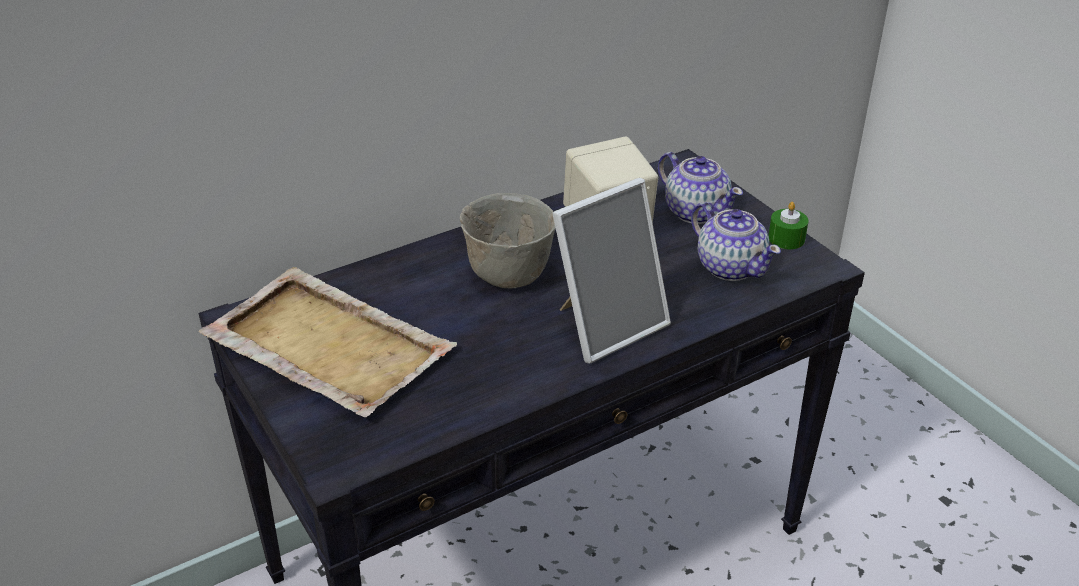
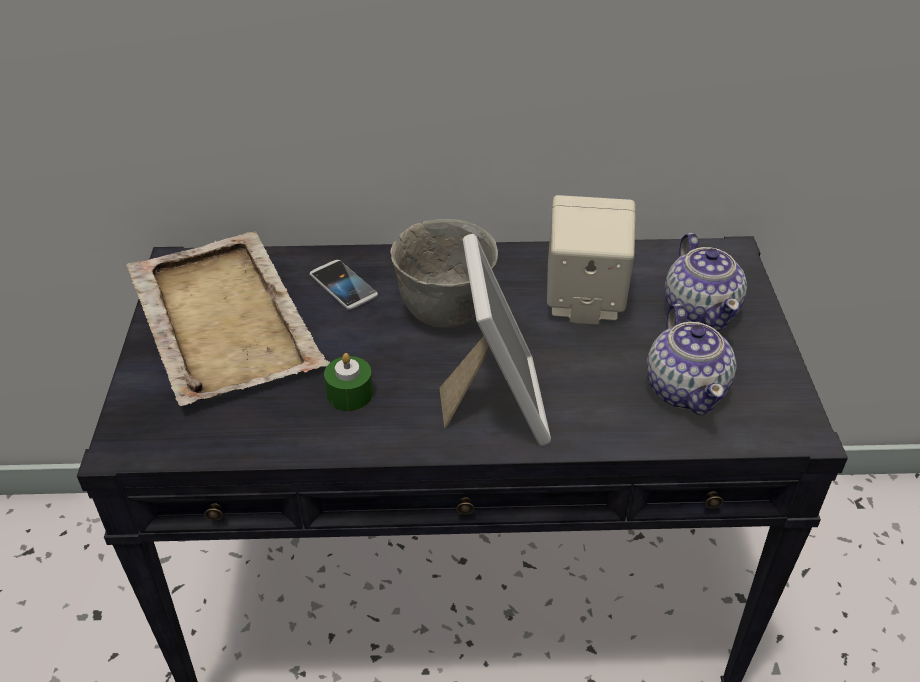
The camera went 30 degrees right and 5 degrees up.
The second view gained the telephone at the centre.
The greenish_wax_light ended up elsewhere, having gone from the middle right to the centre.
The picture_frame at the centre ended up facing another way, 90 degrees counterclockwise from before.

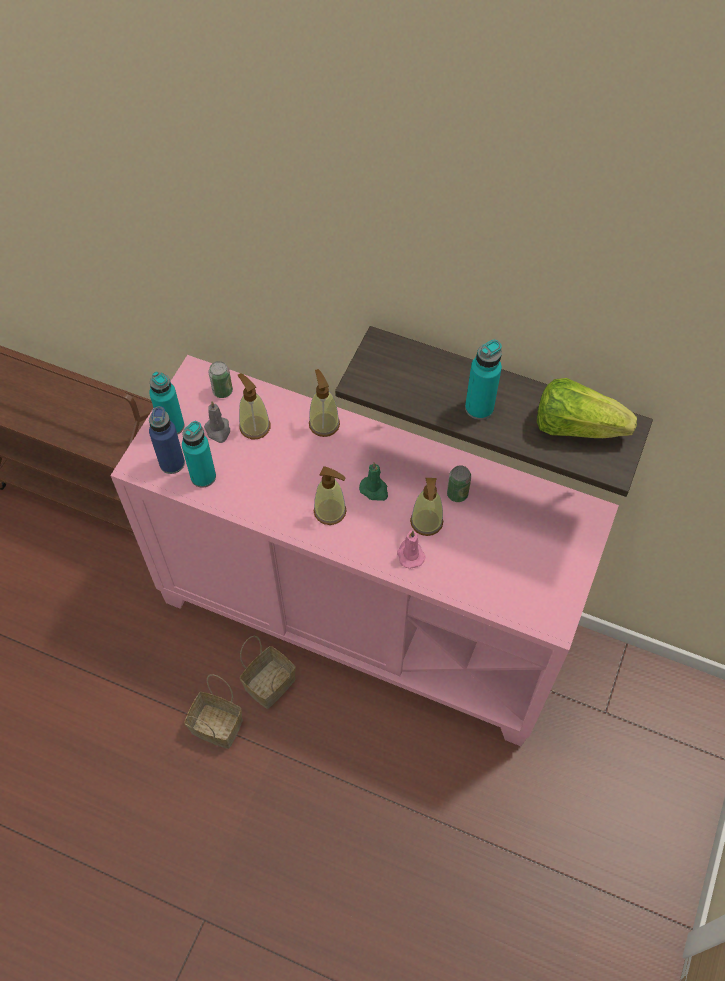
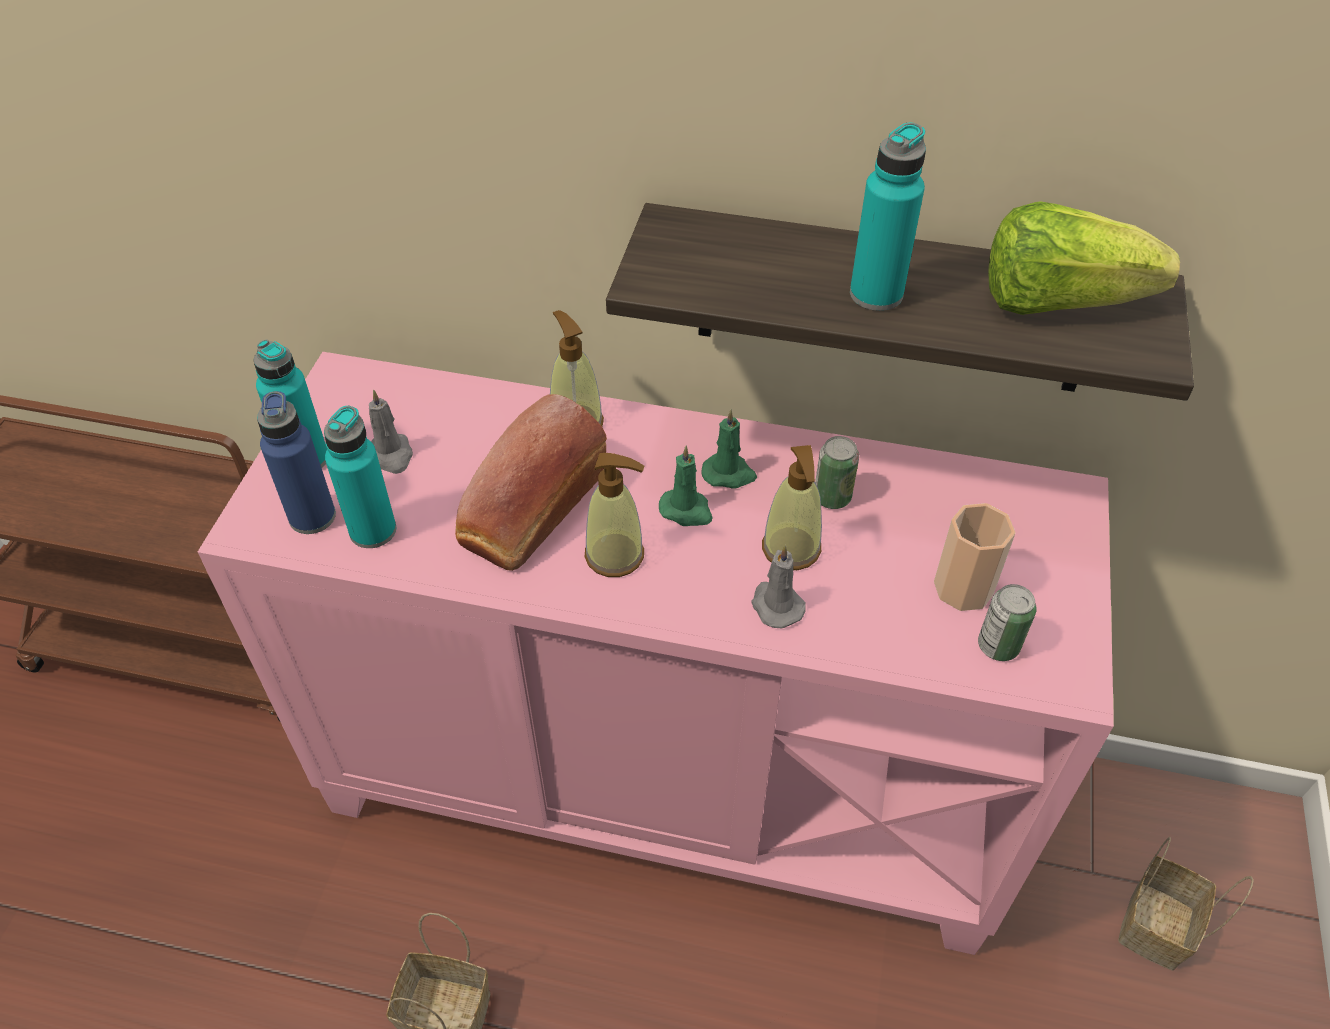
The camera went 10 degrees left and 10 degrees down.
The second view gained the baked_bread at the centre.
The second view gained the greenish_wax_light (no. 2 from left) at the centre.
What was the pinkish_wax_light at the centre turned into the gray_wax_light (no. 2 from left) at the centre.
The second view gained the drinking_cup at the middle right.
The sealed_can (no. 1 from left in the first image) ended up elsewhere, having gone from the middle left to the middle right.
The household_basket (no. 2 from left) ended up elsewhere, having gone from the bottom centre to the bottom right.
The second view lost the soap_bottle (no. 1 from left) at the centre.

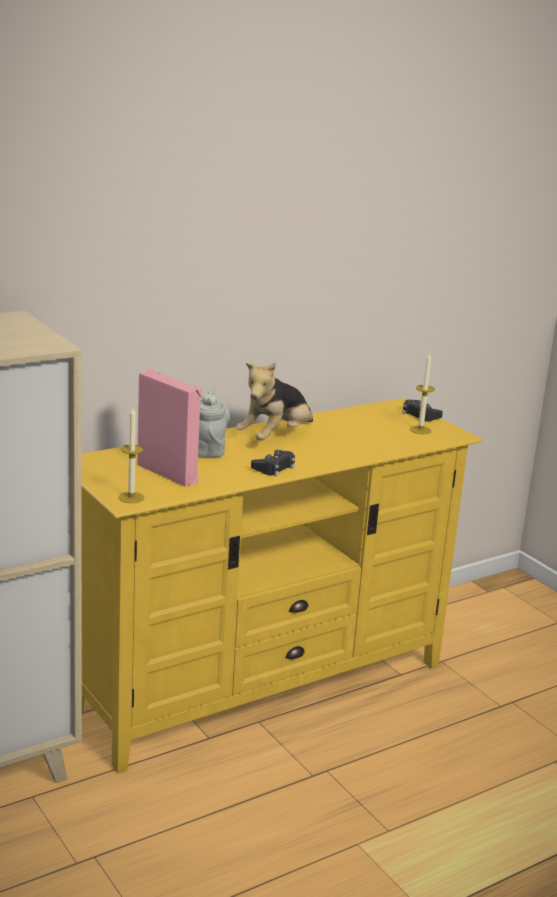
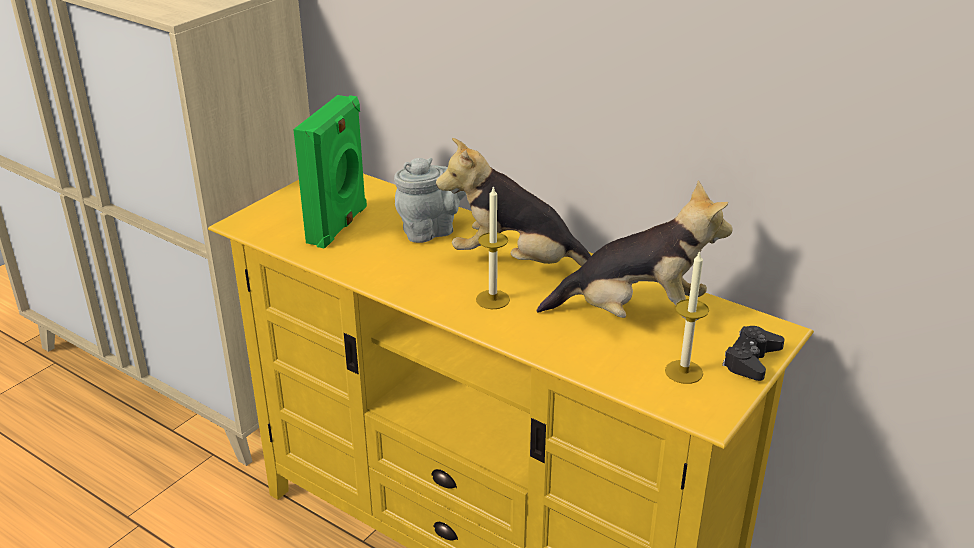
The camera went 70 degrees right and 10 degrees up.
What was the pinkish_speaker at the middle left turned into the greenish_speaker at the top centre.
The wax_light (no. 1 from left) ended up elsewhere, having gone from the middle left to the centre.
The second view gained the soft_toy (no. 2 from left) at the centre.
The second view lost the black-coloured_gamepad (no. 1 from left) at the centre.

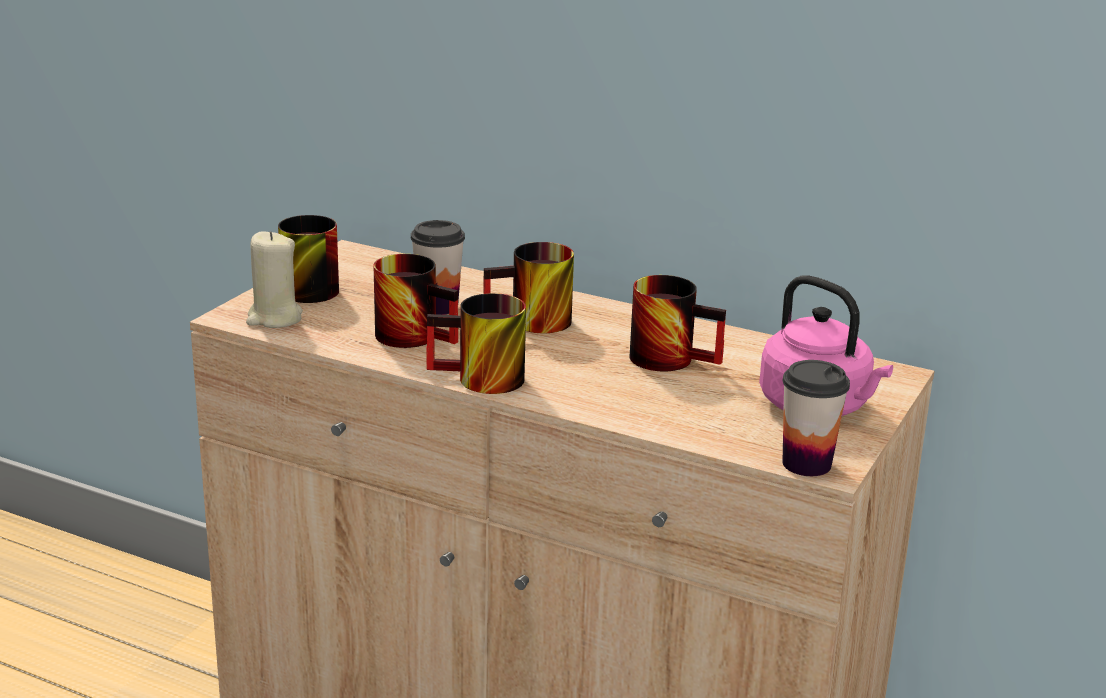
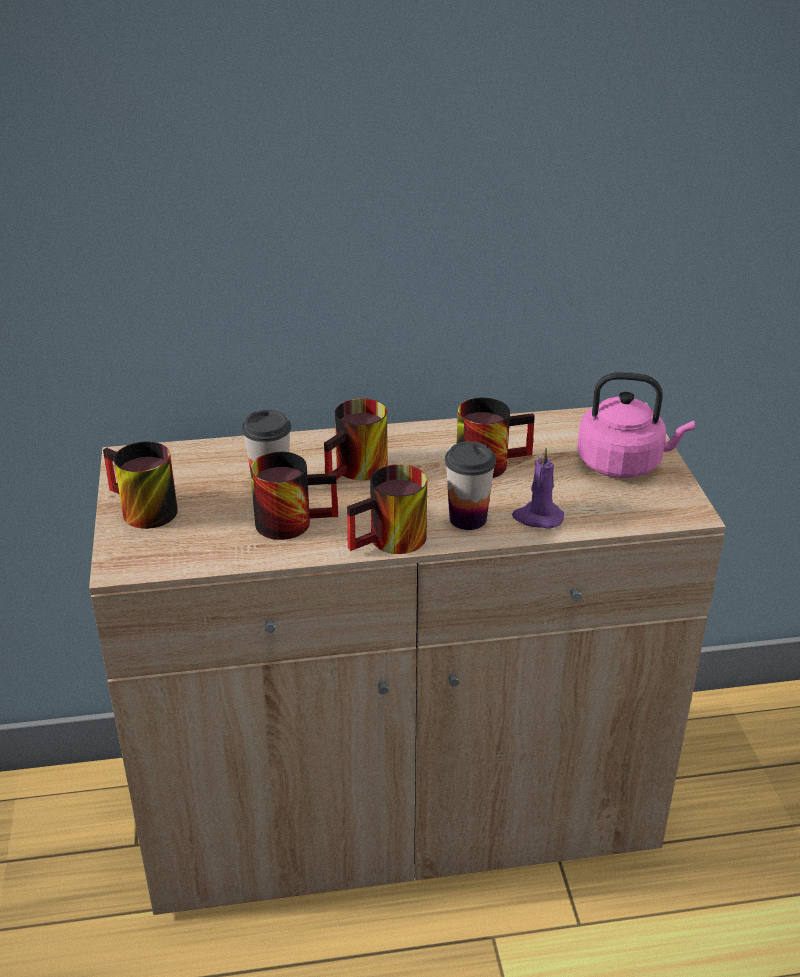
The camera went 35 degrees left and 10 degrees up.
The drinking_cup (no. 2 from left) ended up elsewhere, having gone from the middle right to the centre.
The second view gained the purple_wax_light at the middle right.
The second view lost the sand-coloured_wax_light at the middle left.

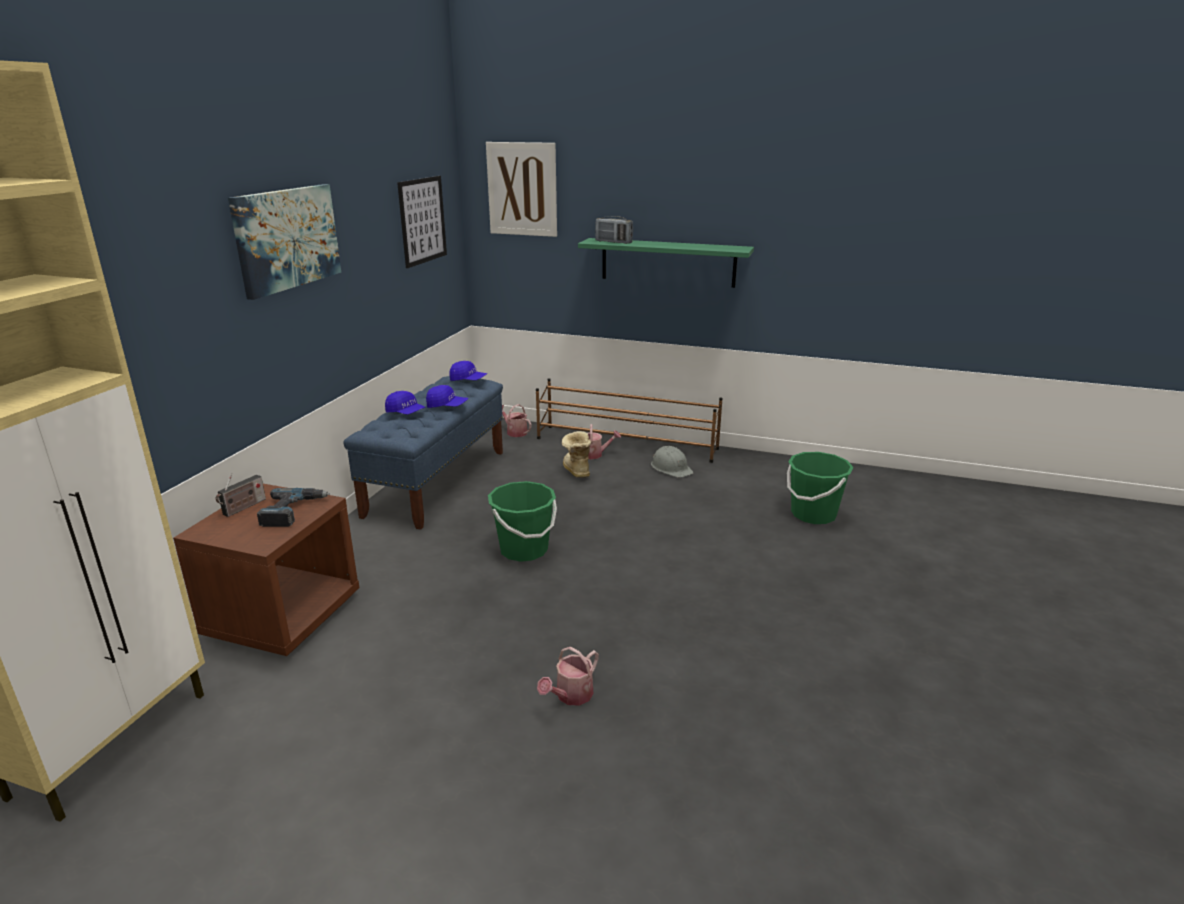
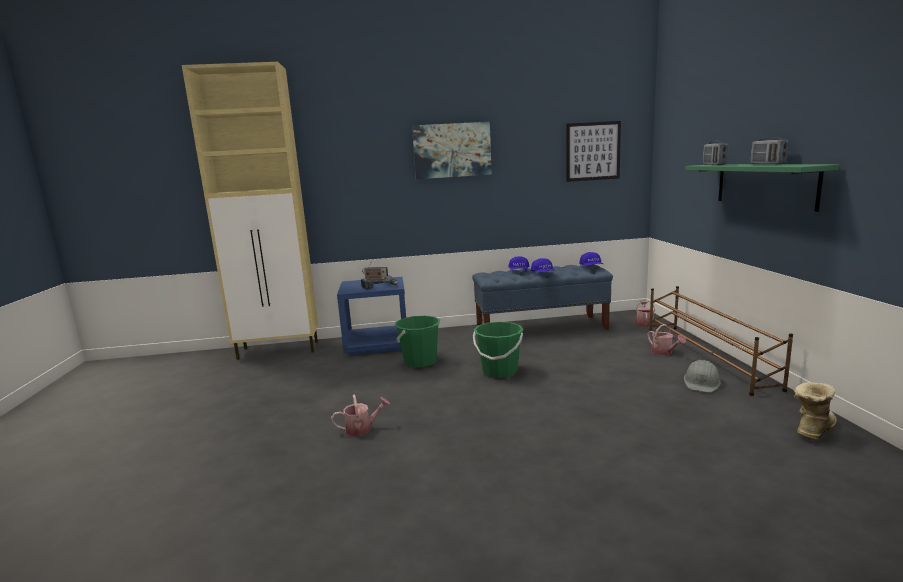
The camera went 65 degrees right and 10 degrees down.
The watering_pot (no. 2 from left in the first image) at the bottom centre ended up facing another way, 150 degrees clockwise from before.
What was the brownish_night_table at the middle left turned into the blue-coloured_night_table at the centre.
The greenish_bucket (no. 2 from left in the first image) ended up elsewhere, having gone from the middle right to the centre.
The second view gained the radio (no. 3 from left) at the top right.
The high-top_boot ended up elsewhere, having gone from the centre to the bottom right.
The second view lost the wall_picture (no. 3 from left) at the top centre.

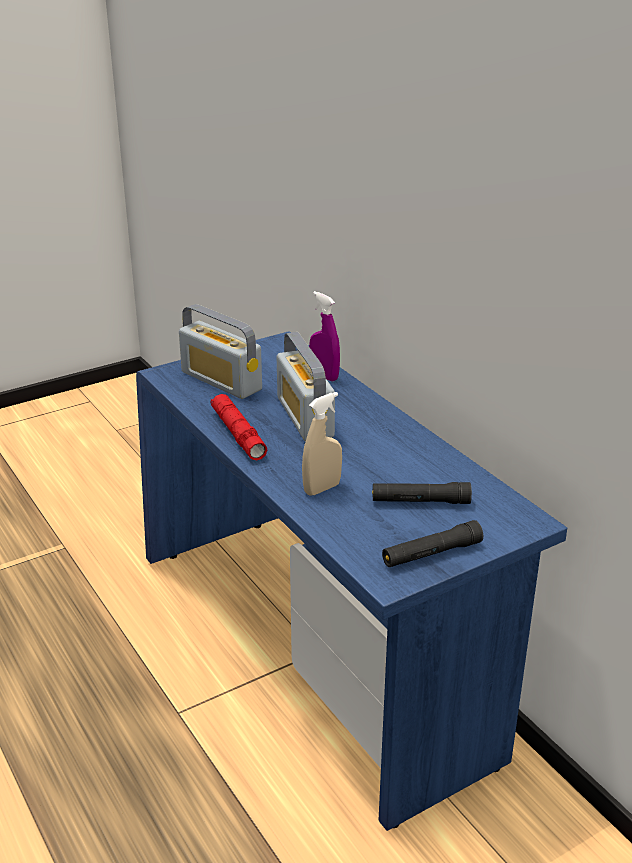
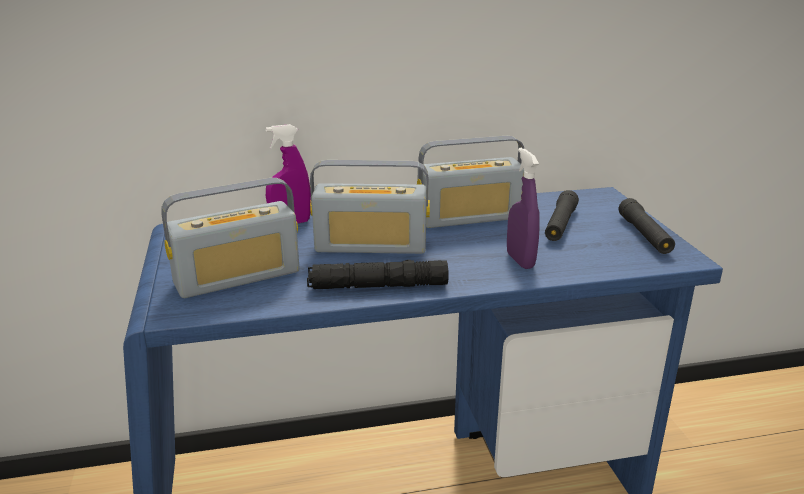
The camera went 70 degrees left and 5 degrees down.
What was the red-coloured_torch at the centre turned into the black-coloured_torch (no. 1 from left) at the centre.
The second view gained the radio (no. 3 from left) at the centre.
What was the sand-coloured_sprayer at the centre turned into the purple_sprayer (no. 2 from left) at the centre.

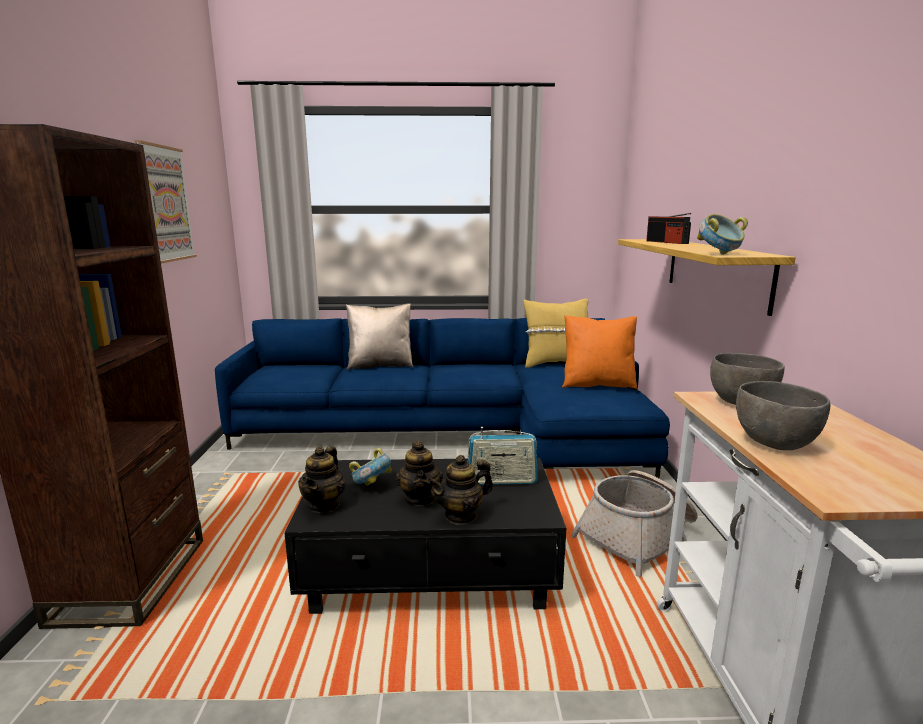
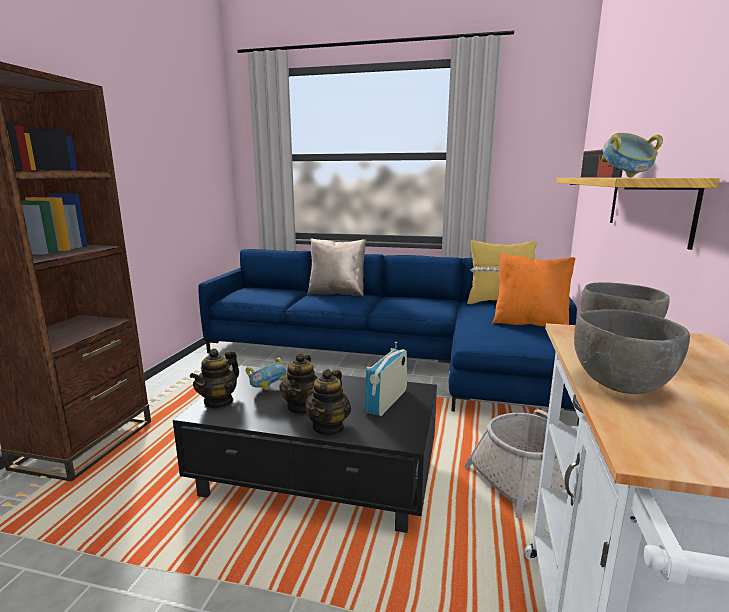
The camera went 15 degrees right and 0 degrees up.
The teapot (no. 3 from left) at the bottom centre ended up facing another way, 60 degrees counterclockwise from before.
The radio (no. 1 from left) at the centre ended up facing another way, 105 degrees clockwise from before.
The second view lost the wall_picture at the top left.

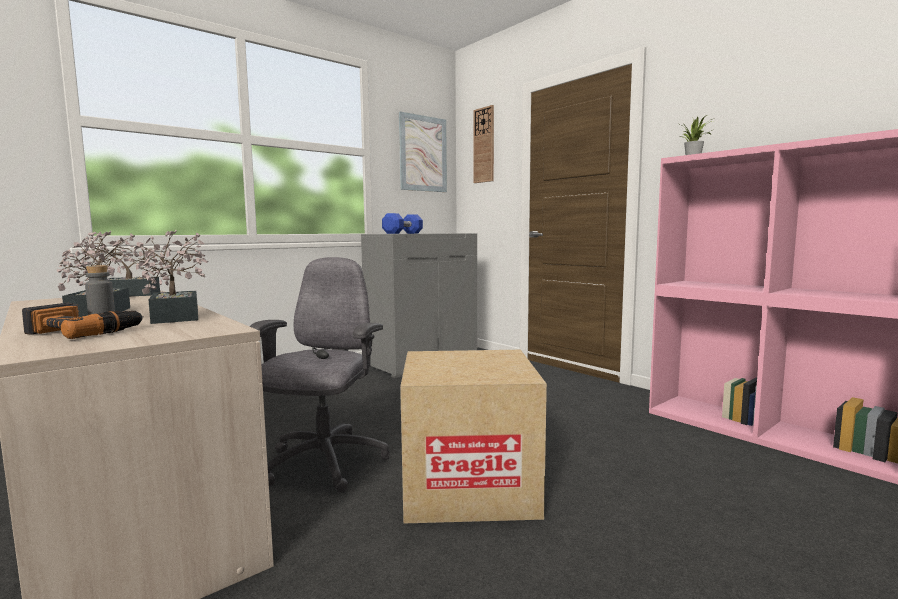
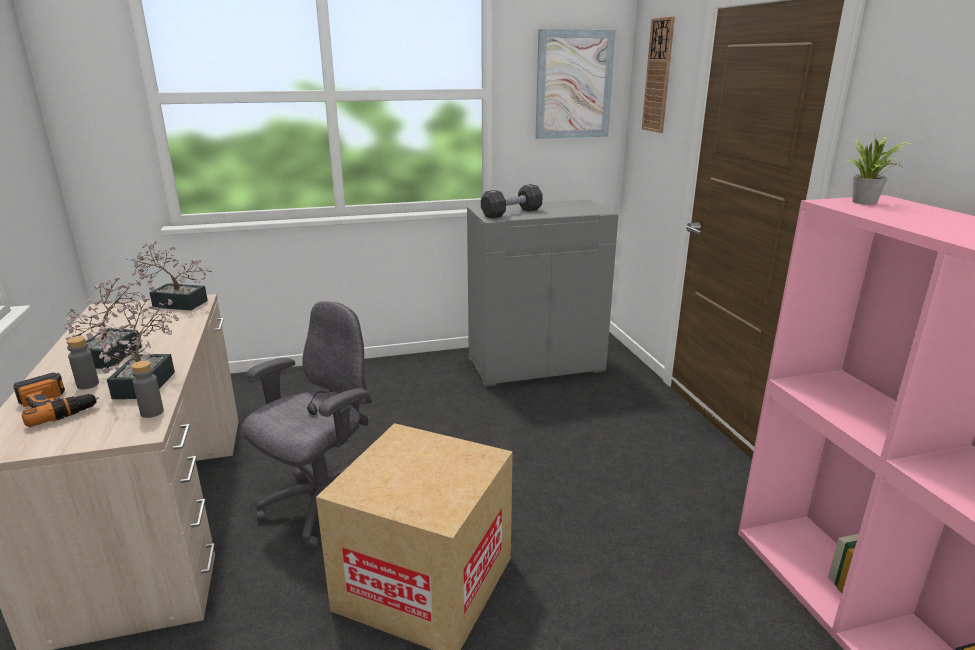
The camera went 25 degrees right and 15 degrees up.
The second view gained the gray_beverage_bottle (no. 2 from left) at the middle left.
What was the blue-coloured_free_weight at the centre turned into the black-coloured_free_weight at the top centre.

